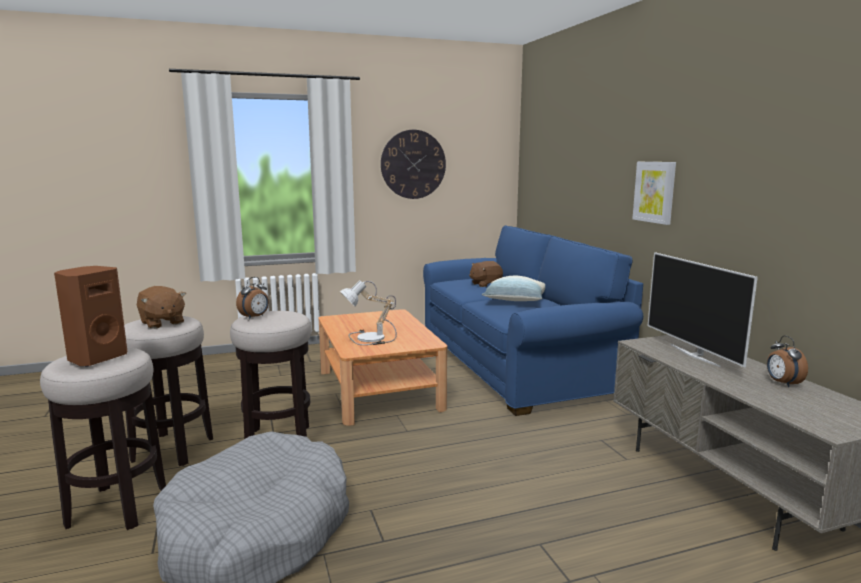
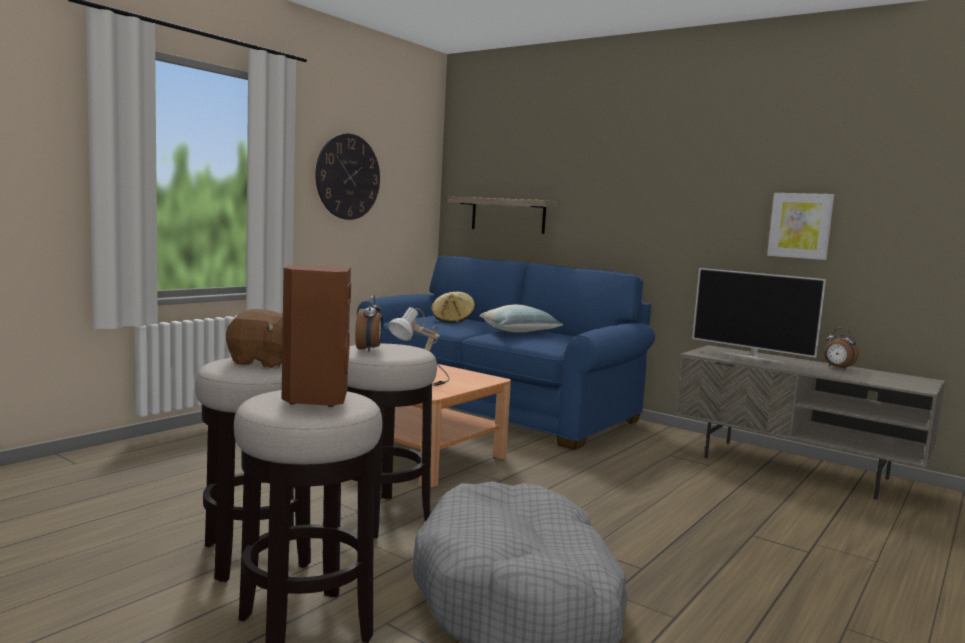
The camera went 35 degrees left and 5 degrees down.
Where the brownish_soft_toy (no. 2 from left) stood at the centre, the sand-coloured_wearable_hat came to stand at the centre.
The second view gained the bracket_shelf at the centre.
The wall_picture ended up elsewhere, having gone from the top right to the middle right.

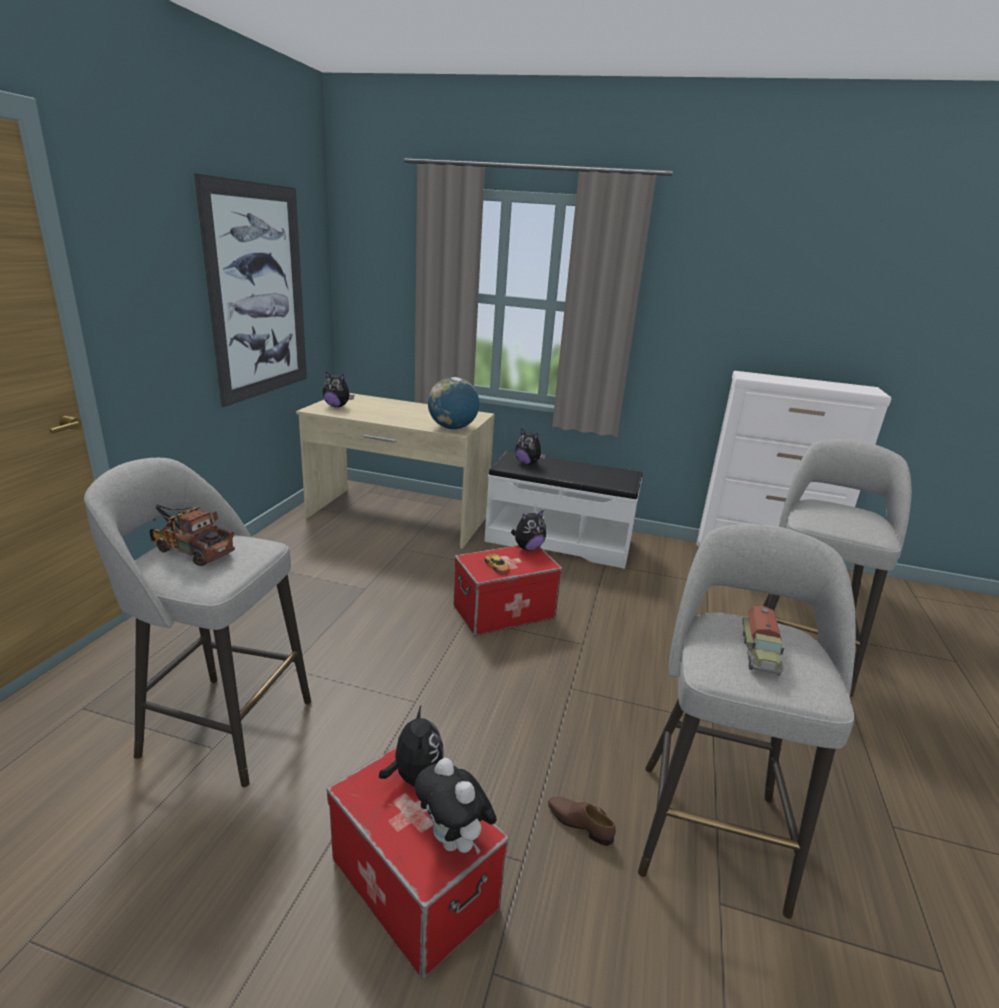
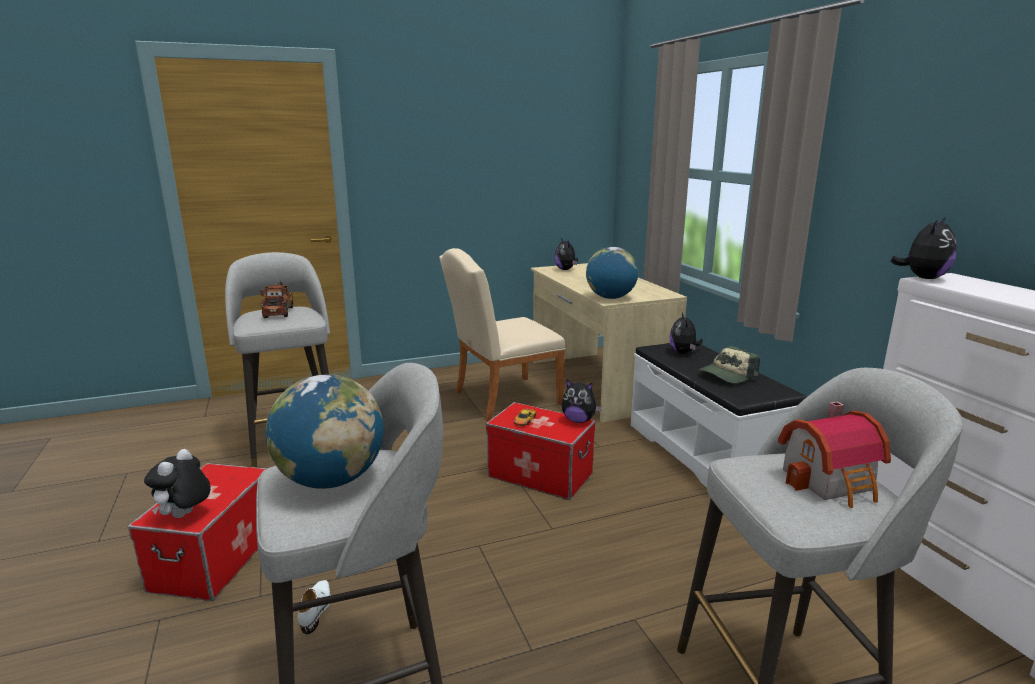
The camera went 55 degrees right and 5 degrees down.
Where the toy_lorry (no. 2 from left) stood at the middle right, the desk_globe (no. 1 from left) came to stand at the middle left.
What was the brownish_shoe at the bottom centre turned into the white_shoe at the bottom left.
The second view gained the sand-coloured_plain_chair at the centre.
The second view gained the baseball_cap at the middle right.
The second view gained the toy_house at the middle right.
The soft_toy (no. 2 from left in the first image) ended up elsewhere, having gone from the bottom centre to the middle right.
The second view lost the wall_picture at the top left.

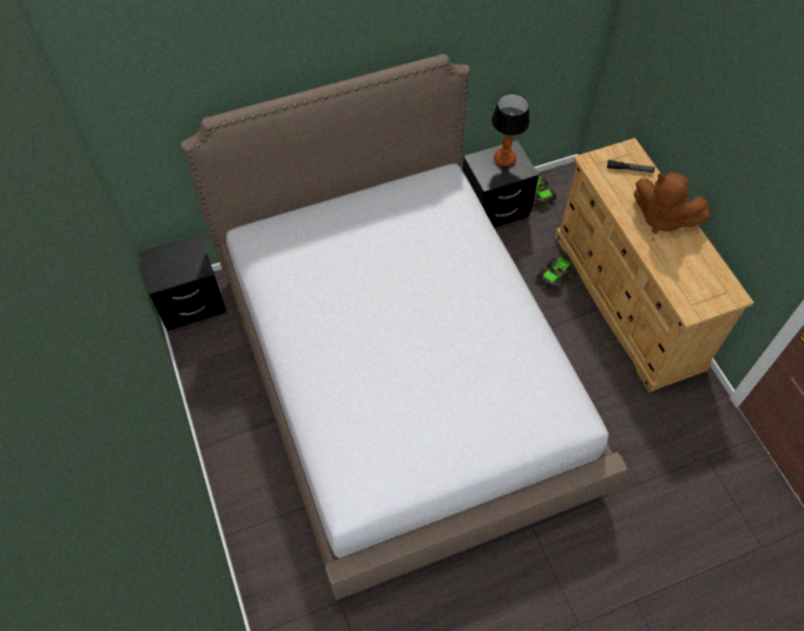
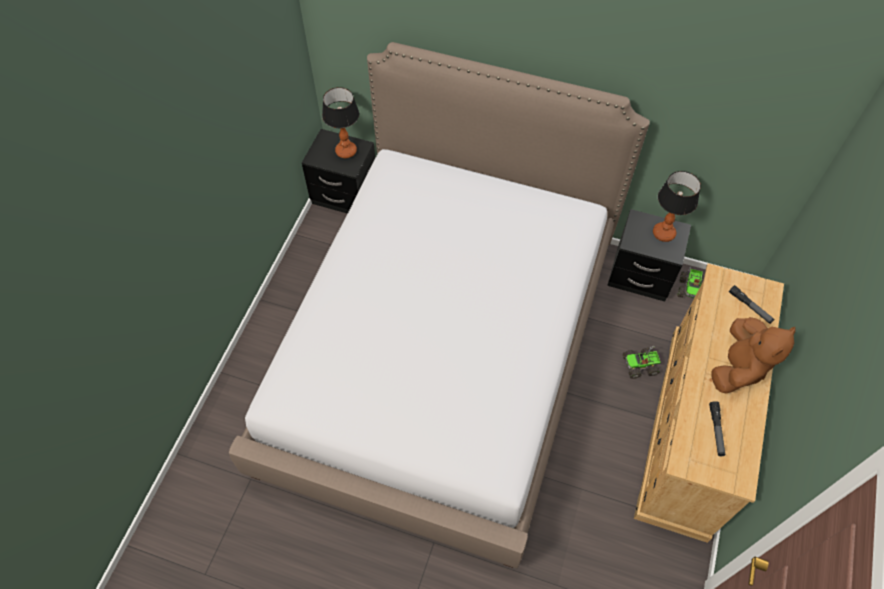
The camera went 40 degrees right and 0 degrees up.
The second view gained the lamp_for_a_table (no. 1 from left) at the top centre.
The second view gained the torch (no. 1 from left) at the bottom right.
The brownish_soft_toy at the top right ended up facing another way, 135 degrees counterclockwise from before.

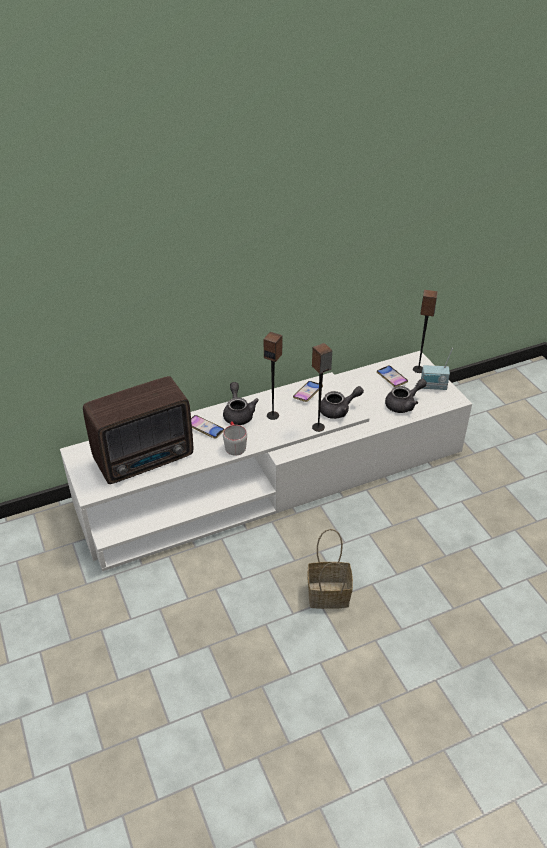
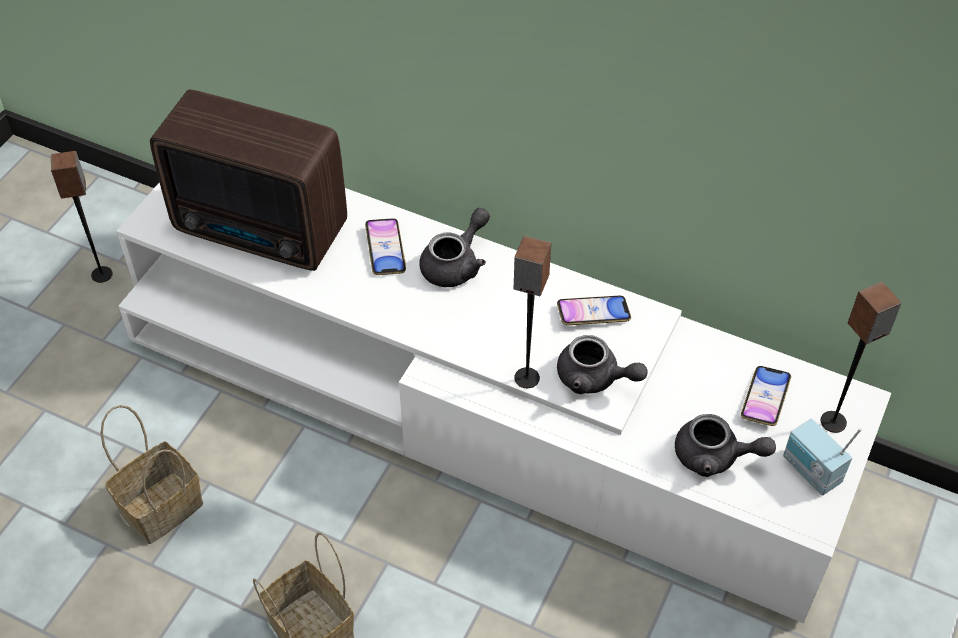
The camera went 50 degrees right and 10 degrees up.
The speaker (no. 1 from left) ended up elsewhere, having gone from the centre to the middle left.
The second view gained the household_basket (no. 1 from left) at the bottom left.
The second view lost the gray_mug at the centre.

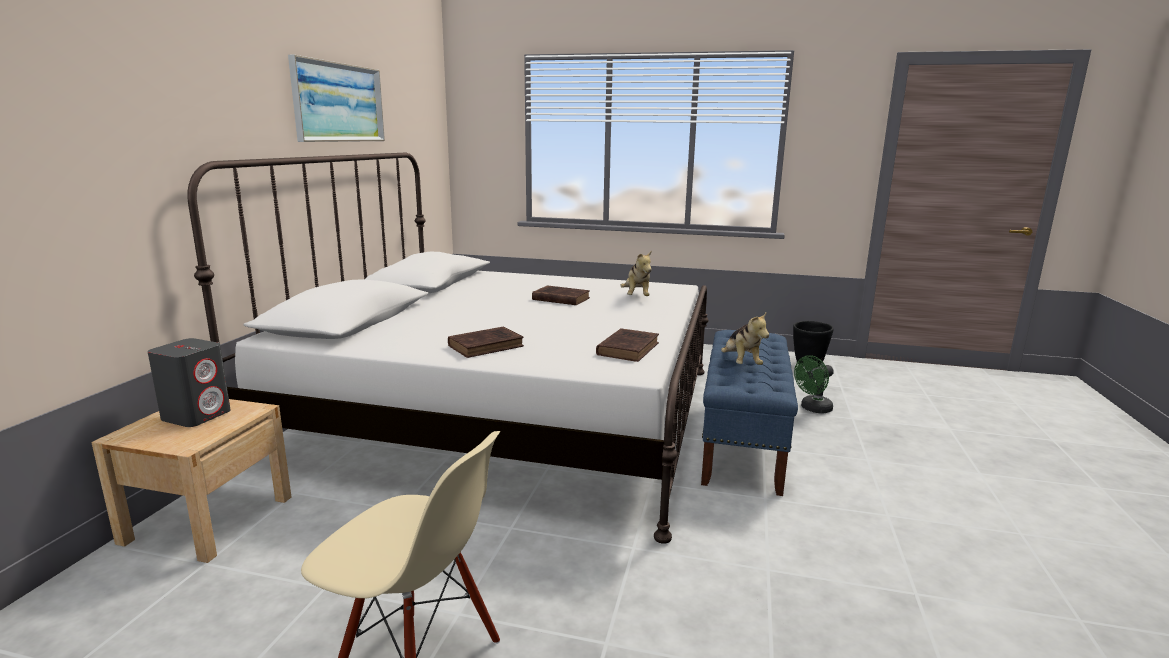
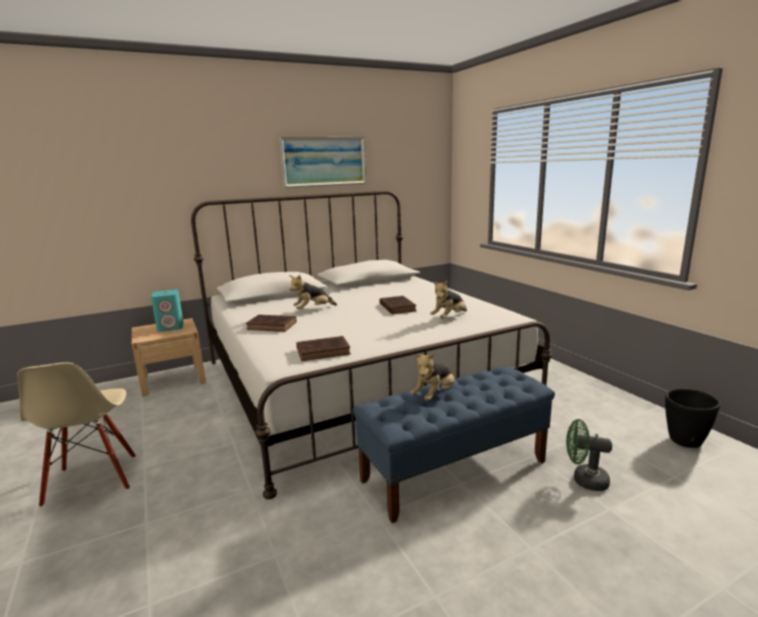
The camera went 50 degrees right and 0 degrees up.
What was the gray_speaker at the middle left turned into the turquoise-coloured_speaker at the middle left.
The second view gained the soft_toy (no. 1 from left) at the centre.

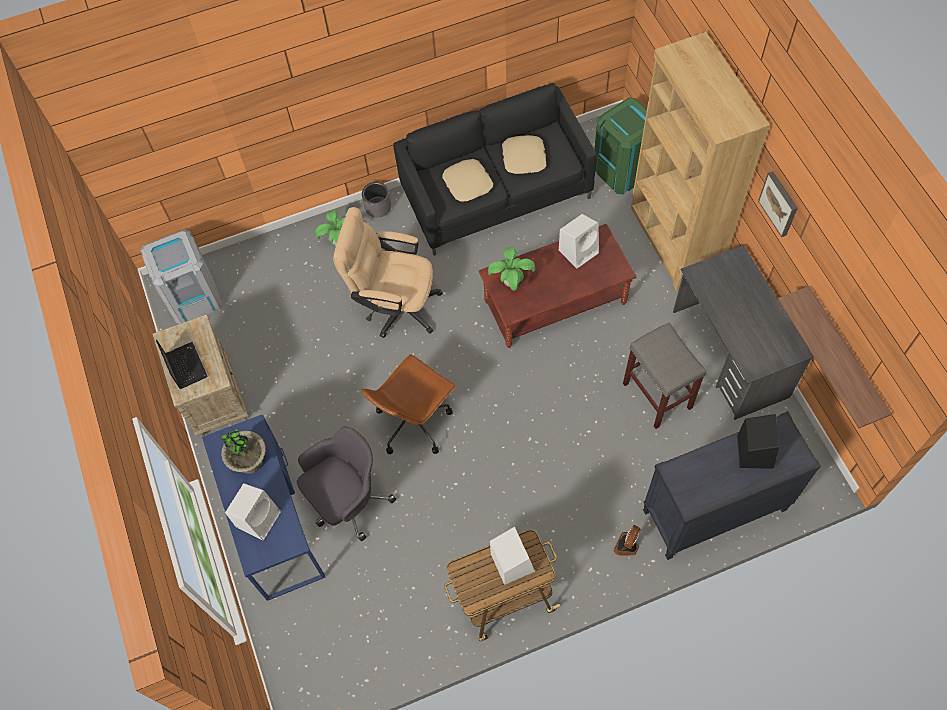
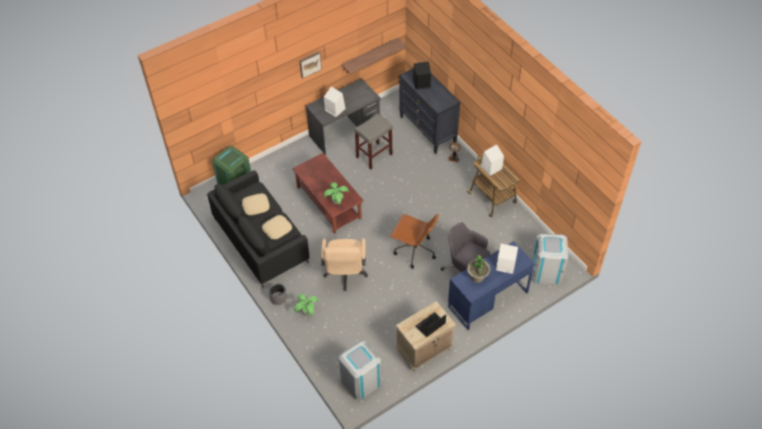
The camera went 105 degrees left and 10 degrees down.
The white_speaker (no. 3 from left in the first image) ended up elsewhere, having gone from the centre to the top centre.
The second view gained the gray_rubbish_bin (no. 2 from left) at the middle right.
The second view lost the brownish_bookshelf at the top right.

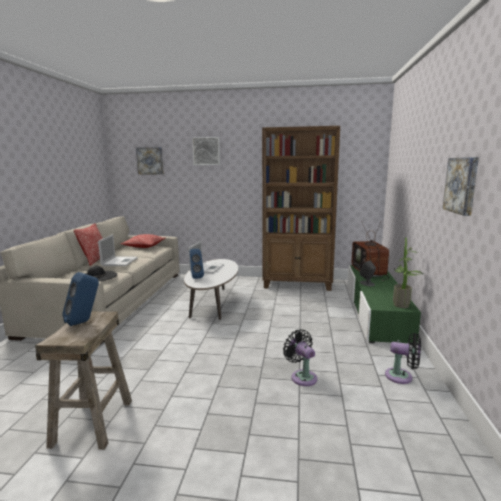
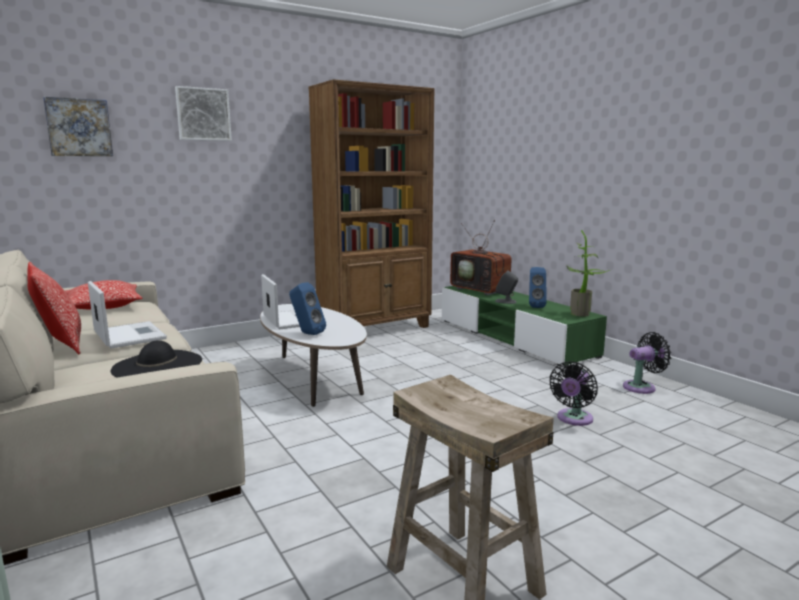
The camera went 40 degrees left and 0 degrees up.
The blue-coloured_speaker (no. 1 from left in the first image) ended up elsewhere, having gone from the middle left to the middle right.
The black-coloured_fan (no. 1 from left) at the bottom centre ended up facing another way, 75 degrees counterclockwise from before.
The second view lost the wall_picture (no. 3 from left) at the middle right.

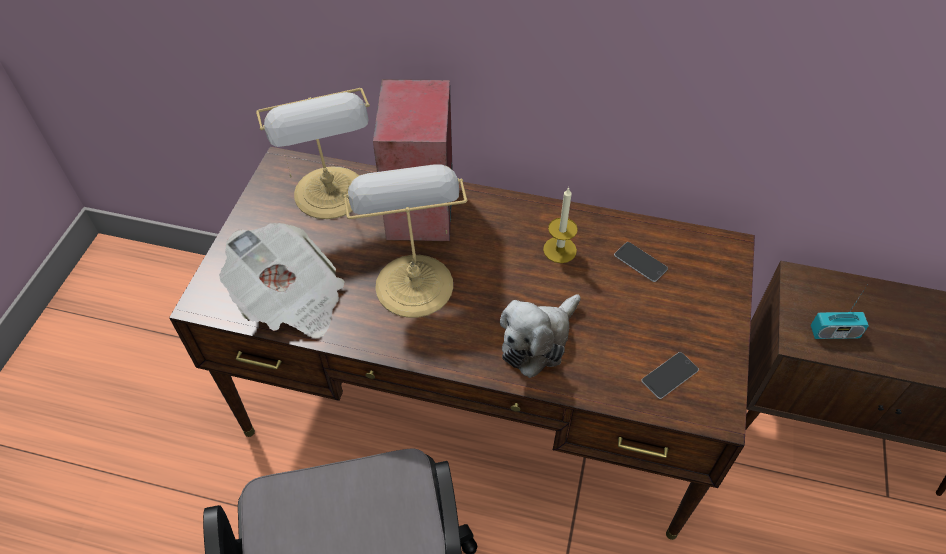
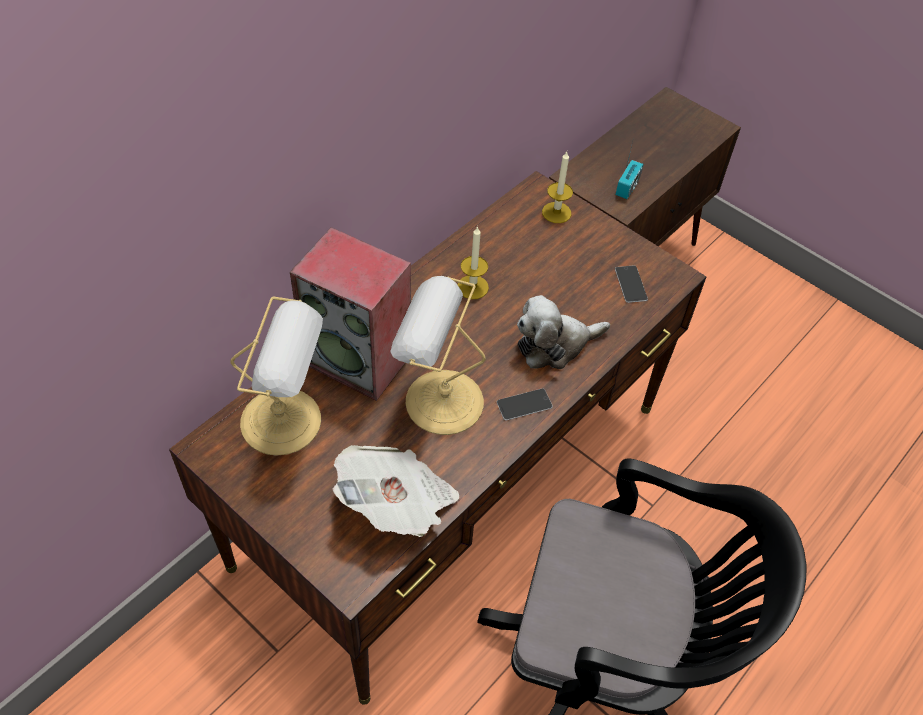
The camera went 65 degrees left and 0 degrees up.
The telephone (no. 1 from left) ended up elsewhere, having gone from the middle right to the centre.
The soft_toy at the centre ended up facing another way, 90 degrees clockwise from before.
The second view gained the wax_light (no. 2 from left) at the top centre.

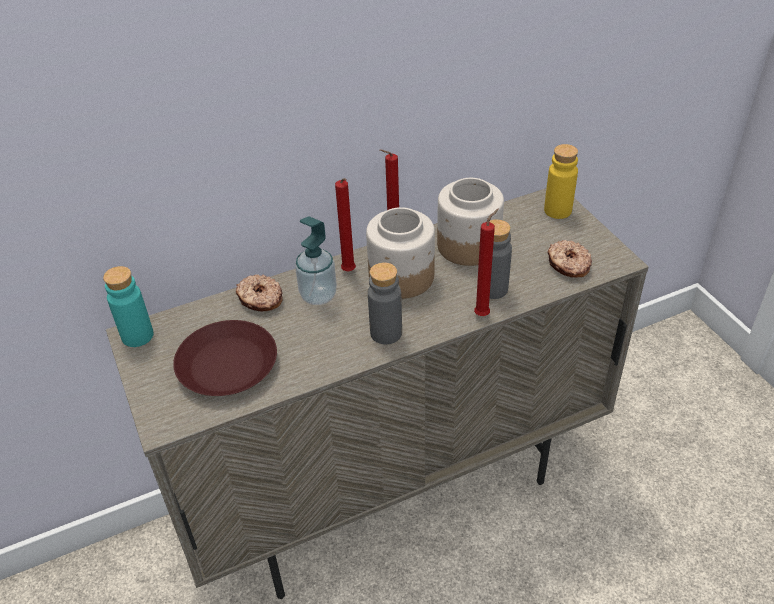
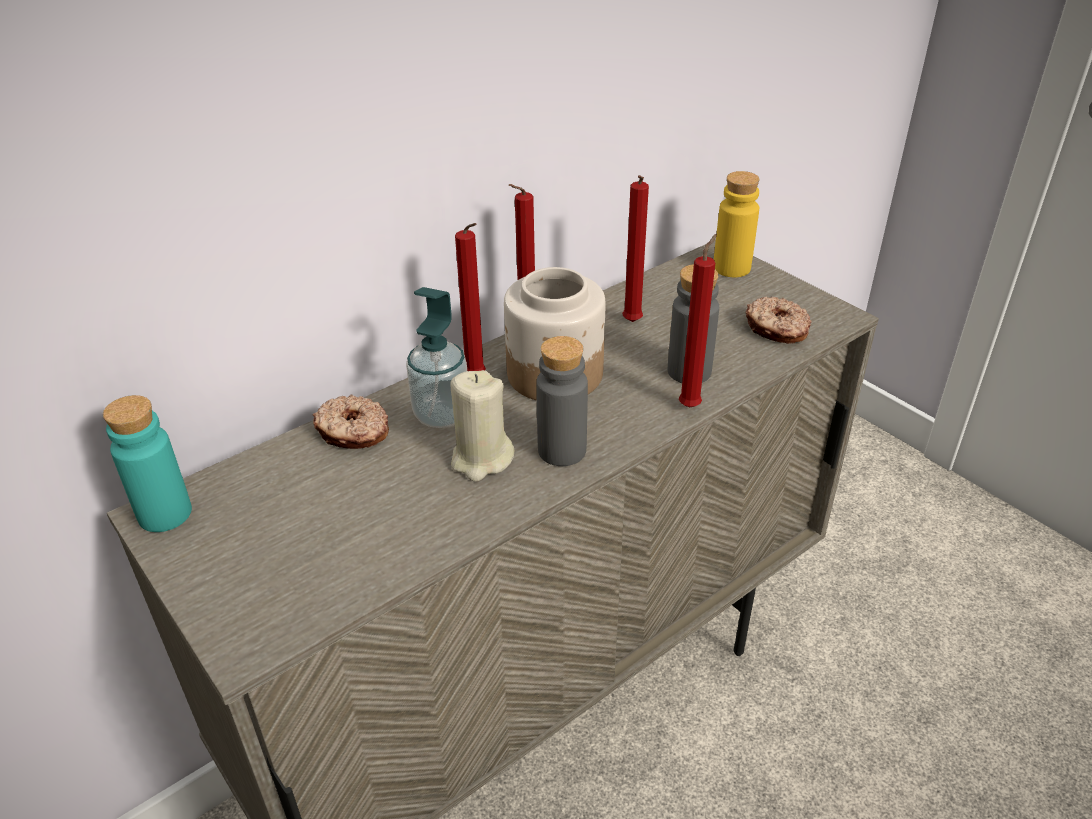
The camera went 15 degrees left and 5 degrees down.
The second view gained the sand-coloured_wax_light at the centre.
Where the storage_jar (no. 2 from left) stood at the centre, the red-coloured_wax_light (no. 3 from left) came to stand at the top centre.
The second view lost the brownish_dinner_plate at the middle left.

